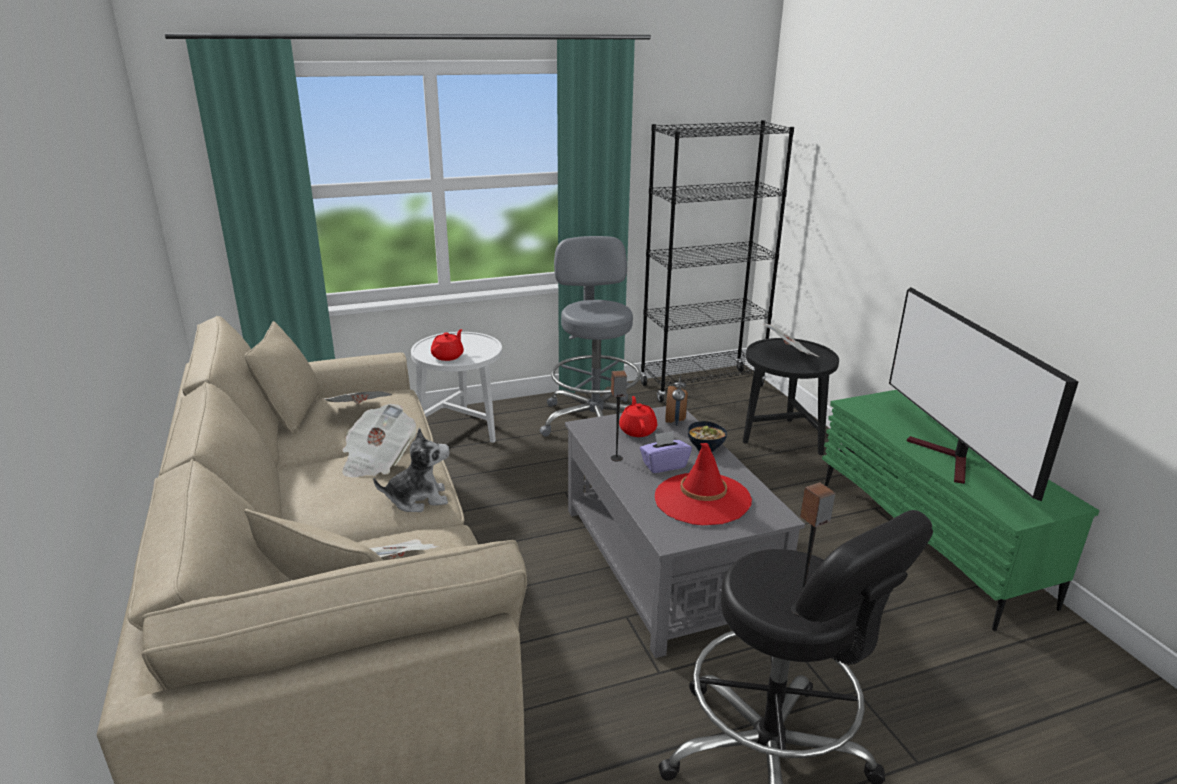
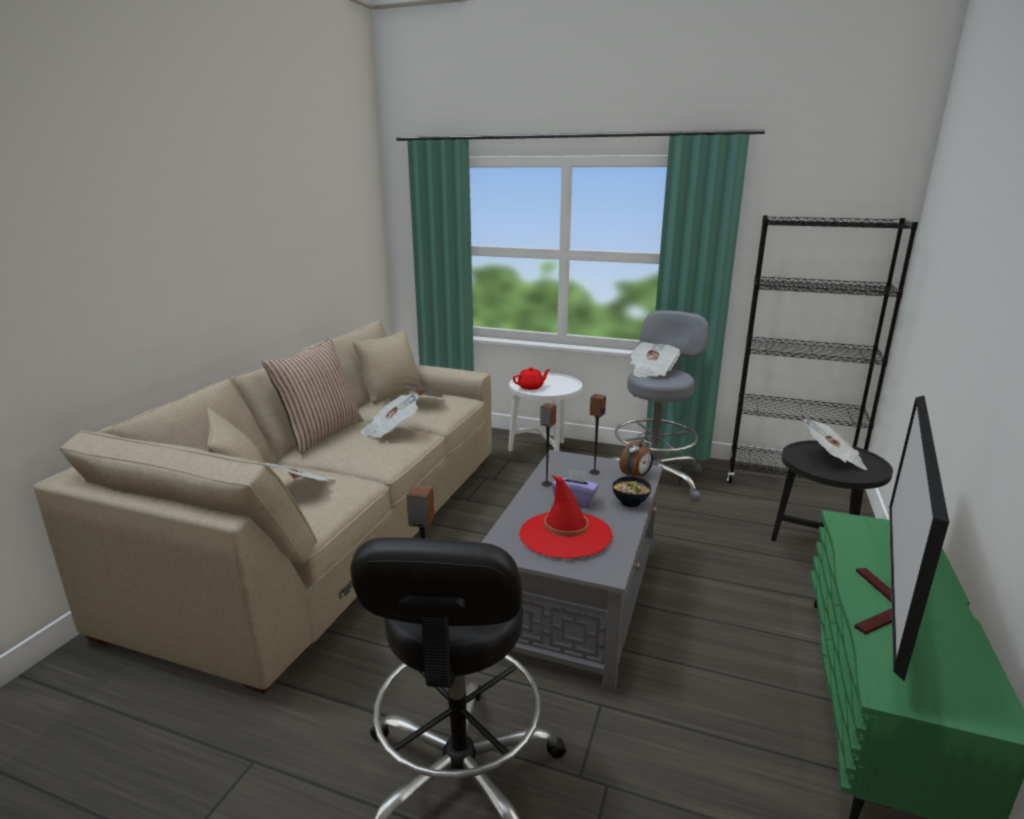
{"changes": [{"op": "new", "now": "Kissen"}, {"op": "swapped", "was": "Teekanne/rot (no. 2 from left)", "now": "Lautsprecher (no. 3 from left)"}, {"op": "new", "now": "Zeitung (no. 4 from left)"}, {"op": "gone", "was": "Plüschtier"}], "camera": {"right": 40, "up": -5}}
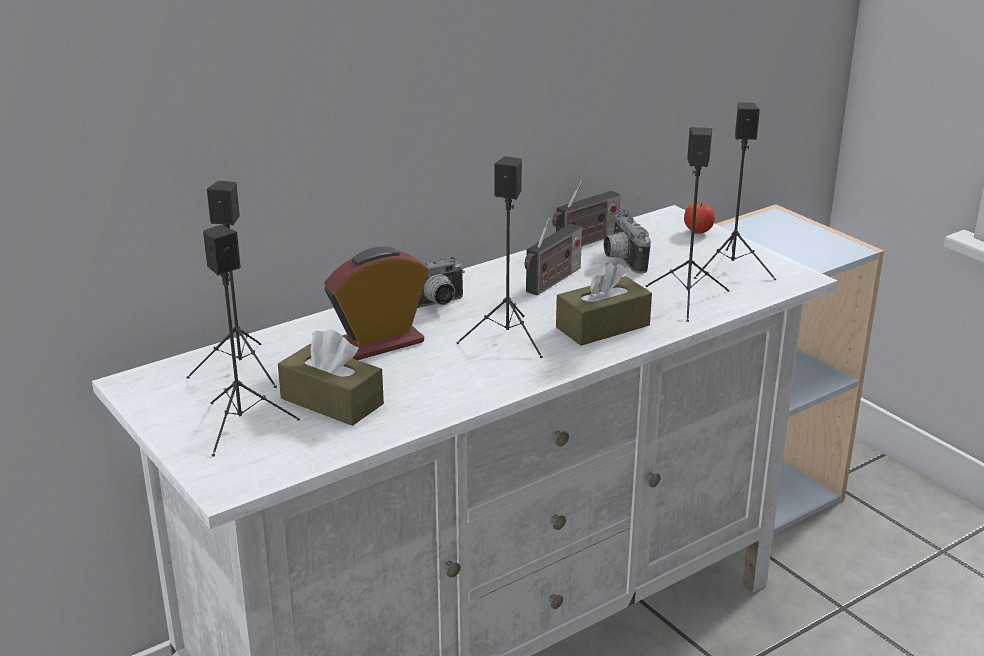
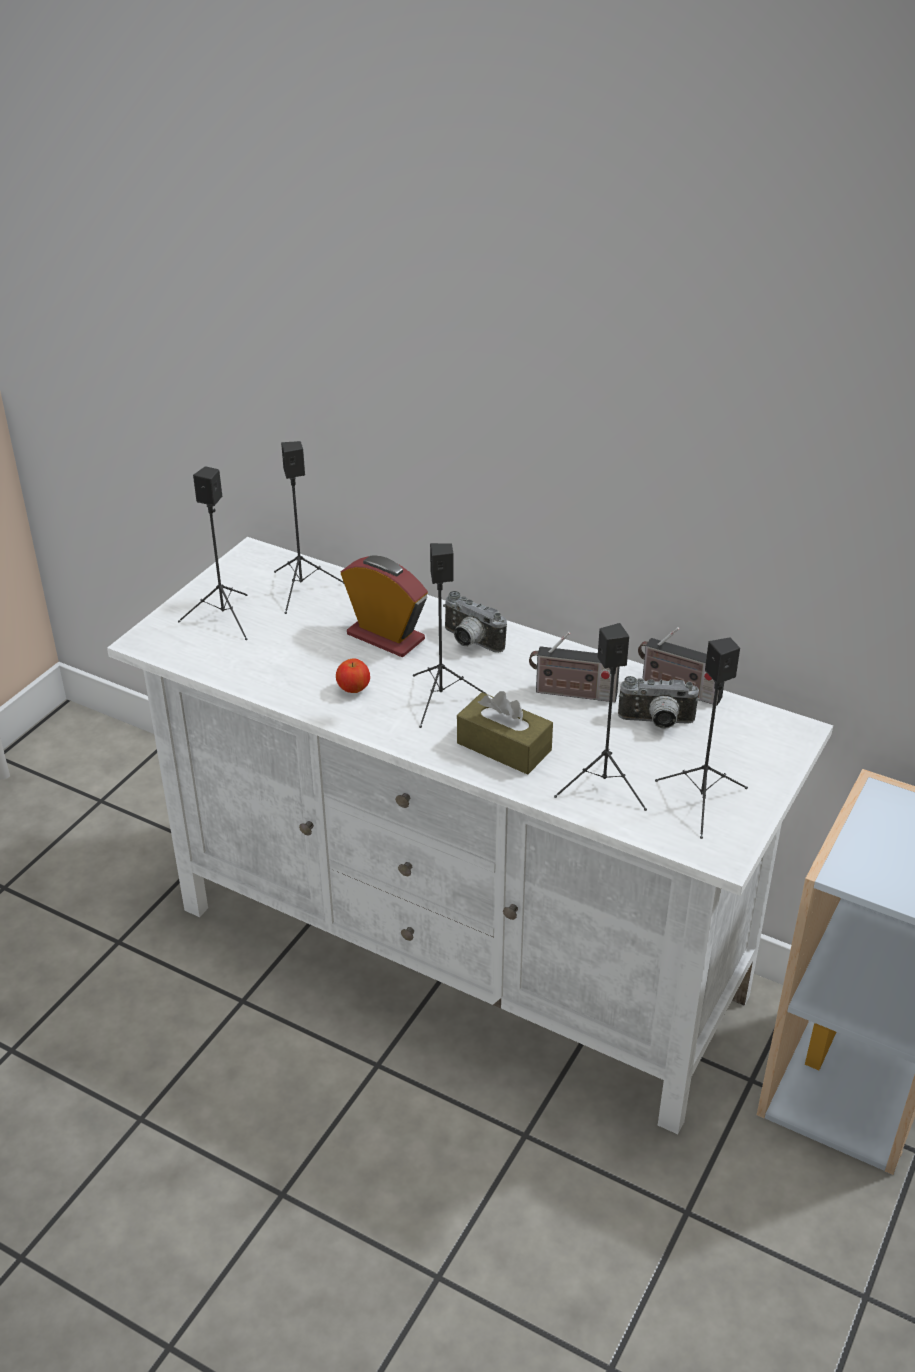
{"changes": [{"op": "shifted", "was": "Apfel"}, {"op": "rotated", "was": "Kamera (no. 2 from left)", "clockwise": -135}, {"op": "gone", "was": "Taschentuchbox/braun (no. 1 from left)"}], "camera": {"right": 65, "up": 10}}
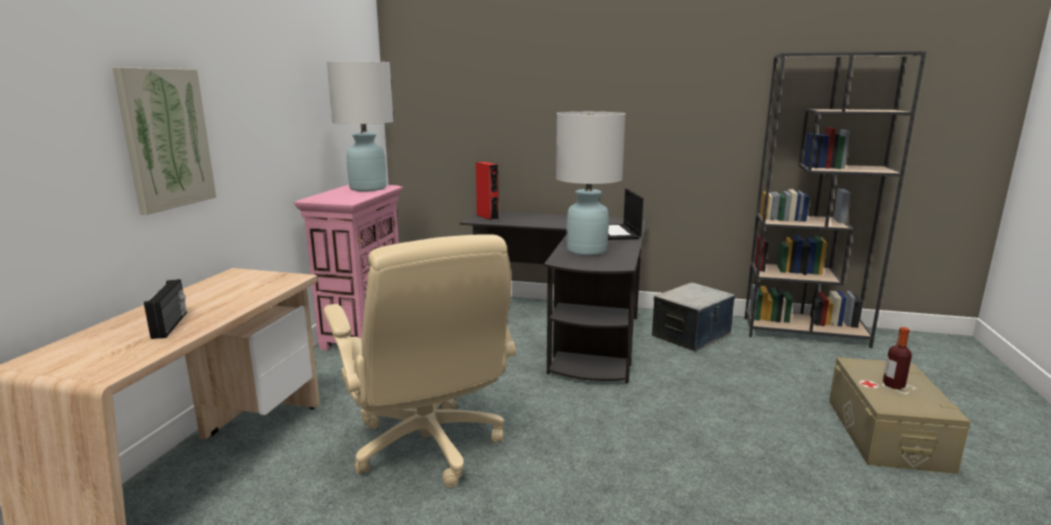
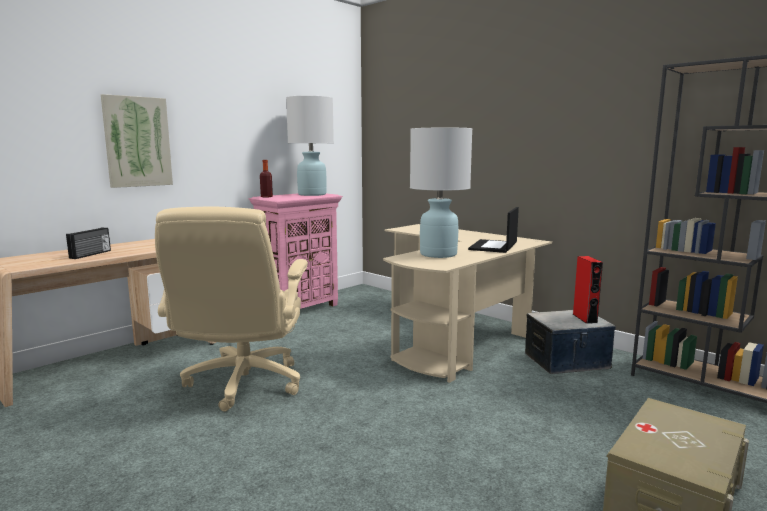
{"changes": [{"op": "shifted", "was": "Flasche"}, {"op": "repainted", "was": "Schreibtisch/schwarz", "now": "Schreibtisch/beige (no. 2 from left)"}, {"op": "shifted", "was": "Lautsprecher/rot"}], "camera": {"right": 30, "up": -5}}
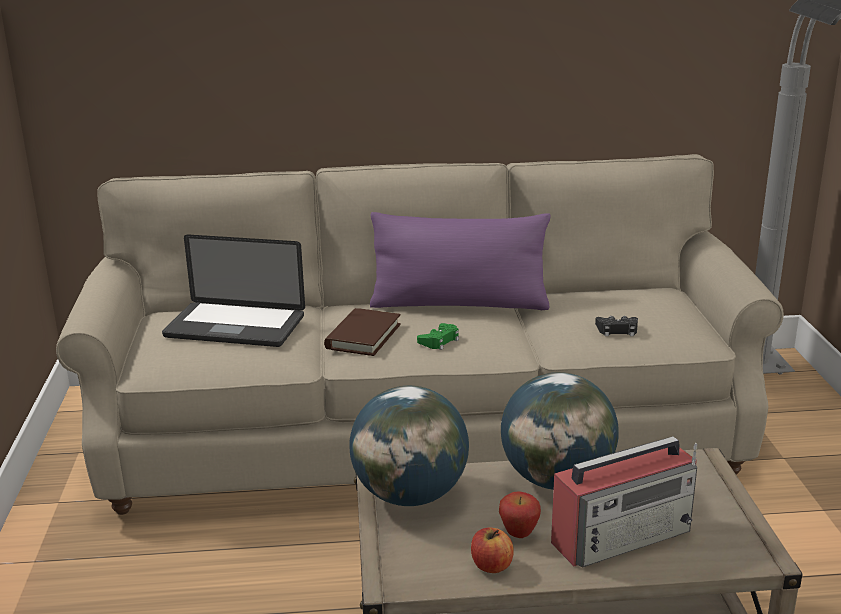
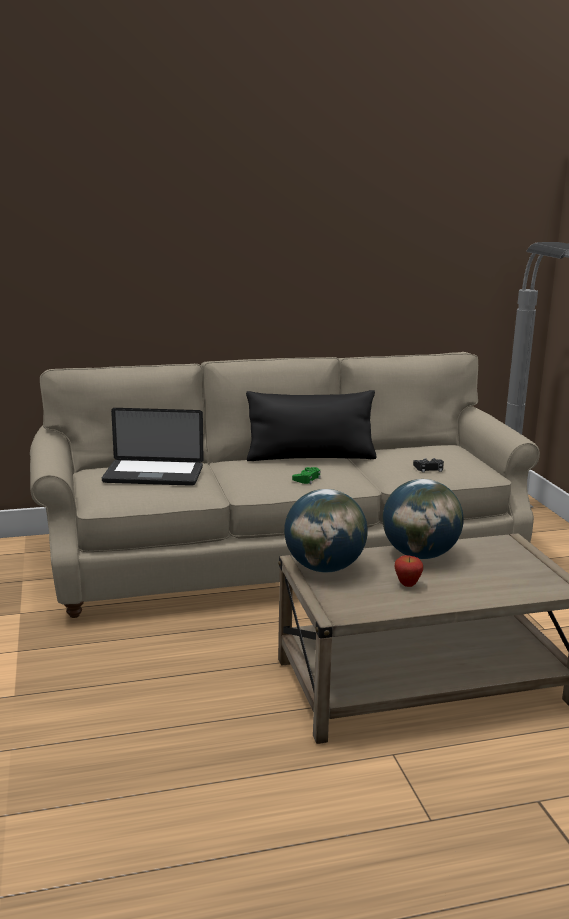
{"changes": [{"op": "repainted", "was": "Kissen/lila", "now": "Kissen/schwarz"}, {"op": "gone", "was": "Buch/braun"}, {"op": "gone", "was": "Apfel (no. 1 from left)"}, {"op": "gone", "was": "Radio"}], "camera": {"right": -10, "up": -5}}
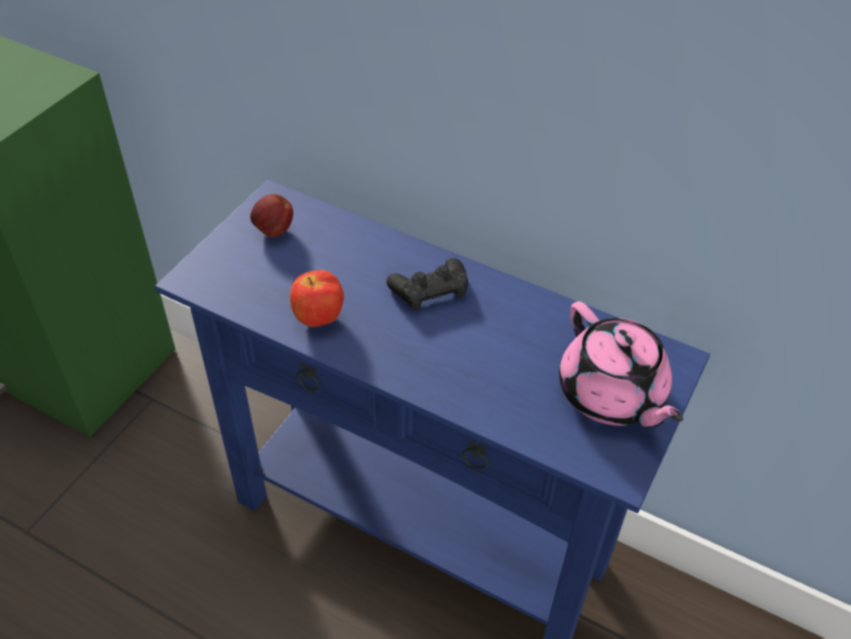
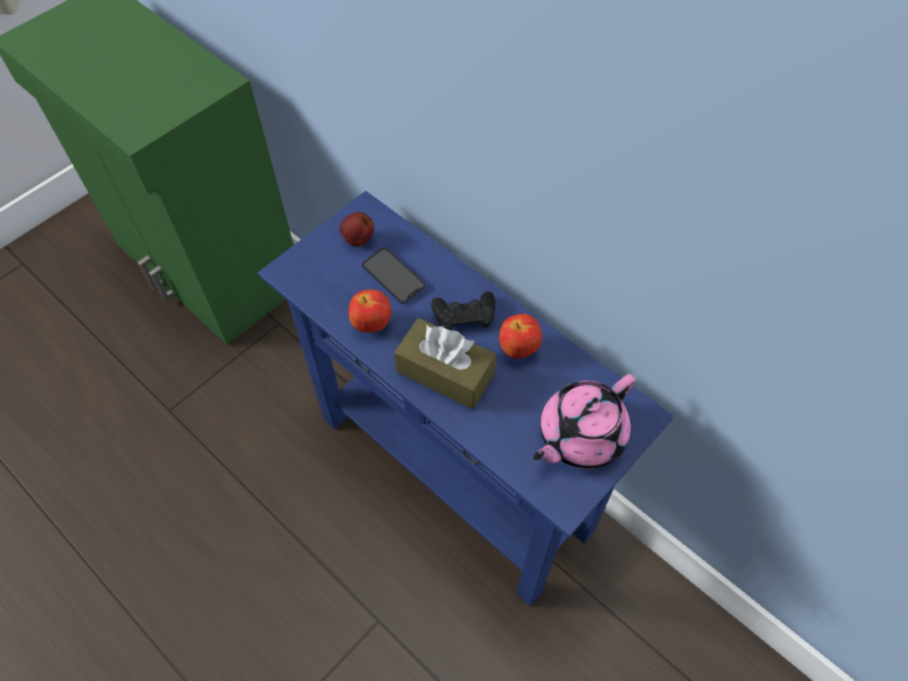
{"changes": [{"op": "new", "now": "Handy"}, {"op": "new", "now": "Taschentuchbox/braun"}, {"op": "new", "now": "Apfel (no. 3 from left)"}, {"op": "rotated", "was": "Teekanne/rosa", "clockwise": 60}], "camera": {"right": 15, "up": 10}}
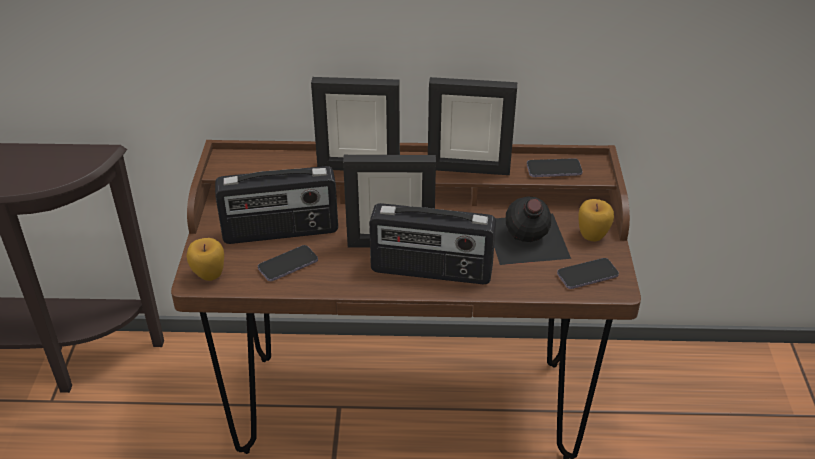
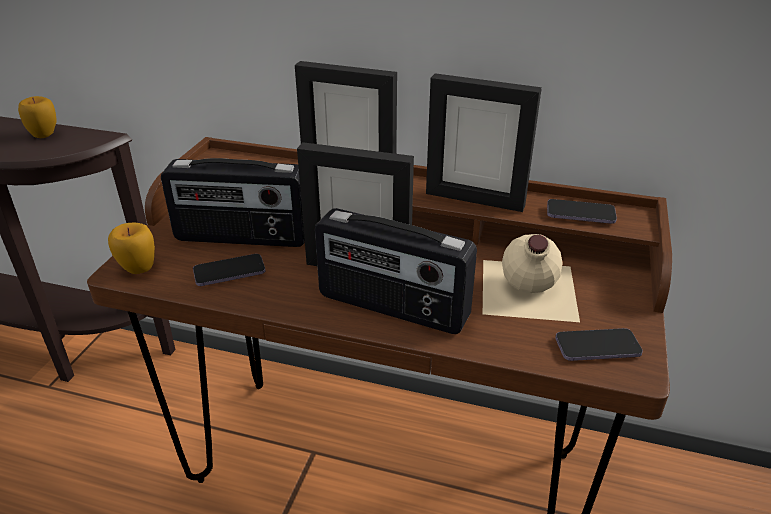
{"changes": [{"op": "shifted", "was": "Apfel (no. 2 from left in the first image)", "now": "Apfel (no. 1 from left)"}, {"op": "repainted", "was": "Flasche/schwarz", "now": "Flasche/beige"}], "camera": {"right": 15, "up": -5}}
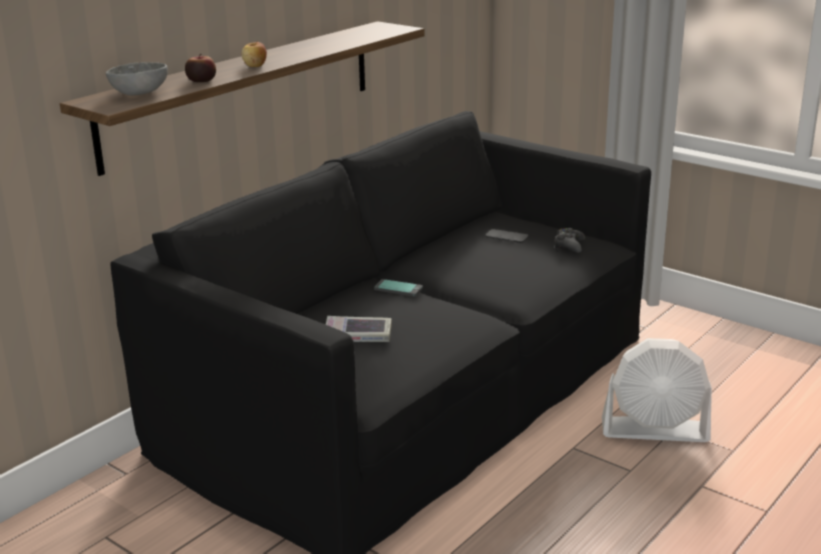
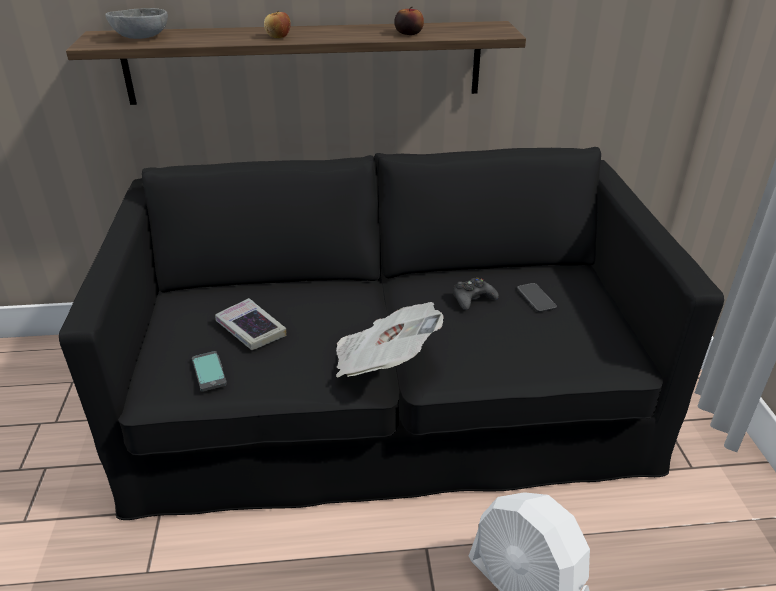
{"changes": [{"op": "shifted", "was": "Handy (no. 1 from left)"}, {"op": "new", "now": "Zeitung"}, {"op": "shifted", "was": "Apfel (no. 1 from left in the first image)", "now": "Apfel (no. 2 from left)"}, {"op": "shifted", "was": "Gamepad/schwarz"}], "camera": {"right": 45, "up": 10}}
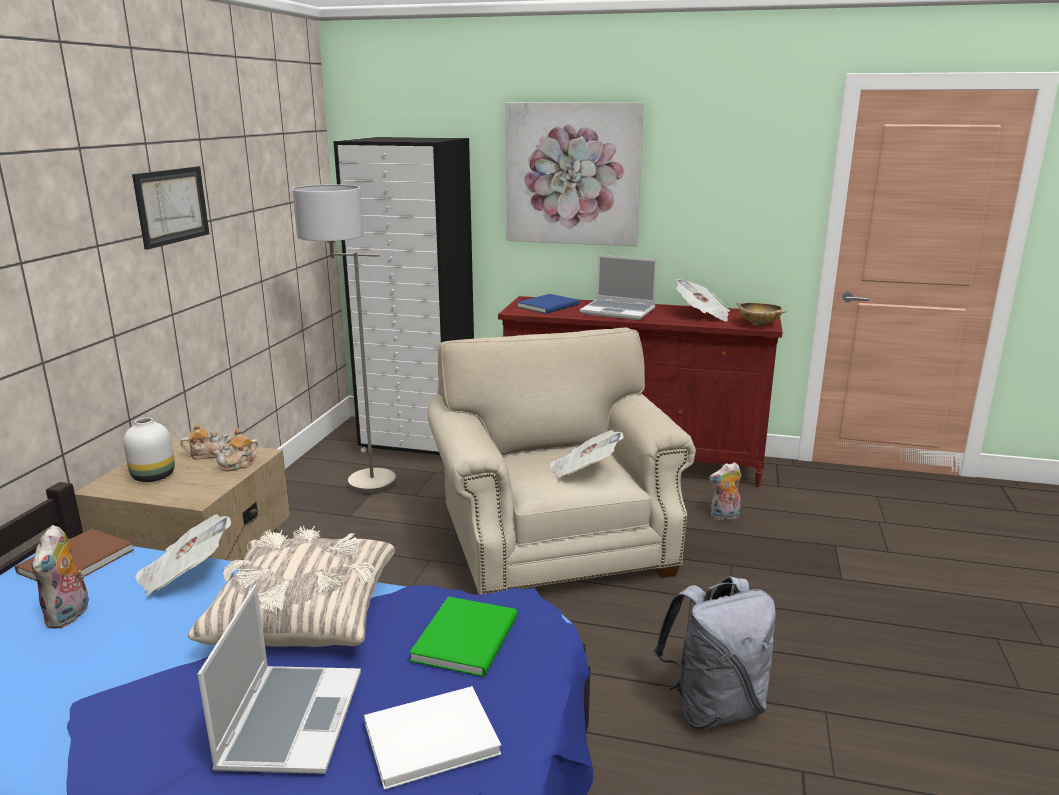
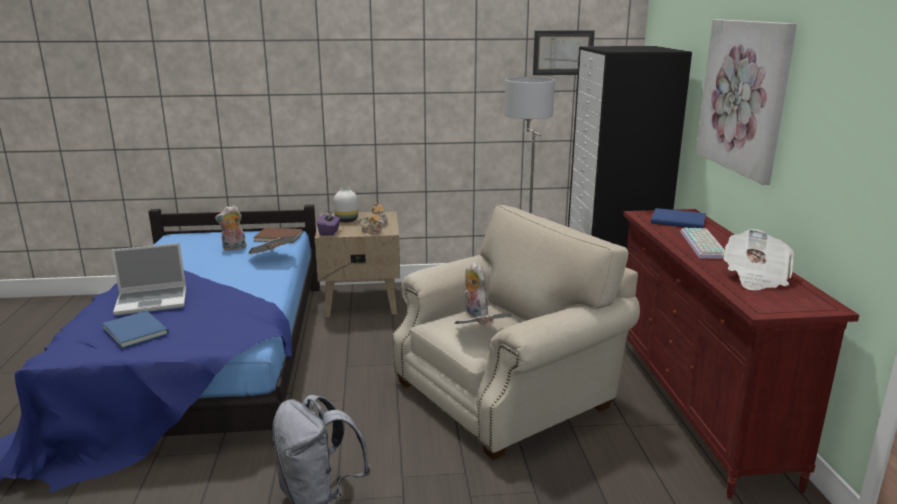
{"changes": [{"op": "repainted", "was": "Buch/weiß", "now": "Buch/blau (no. 1 from left)"}, {"op": "new", "now": "Taschentuchbox/lila"}, {"op": "shifted", "was": "Plüschtier (no. 2 from left)"}, {"op": "shifted", "was": "Bild (no. 1 from left)"}, {"op": "swapped", "was": "Laptop (no. 2 from left)", "now": "Tastatur"}, {"op": "gone", "was": "Kissen/beige"}, {"op": "gone", "was": "Buch/grün"}, {"op": "gone", "was": "Schüssel/beige"}], "camera": {"right": 70, "up": 0}}
